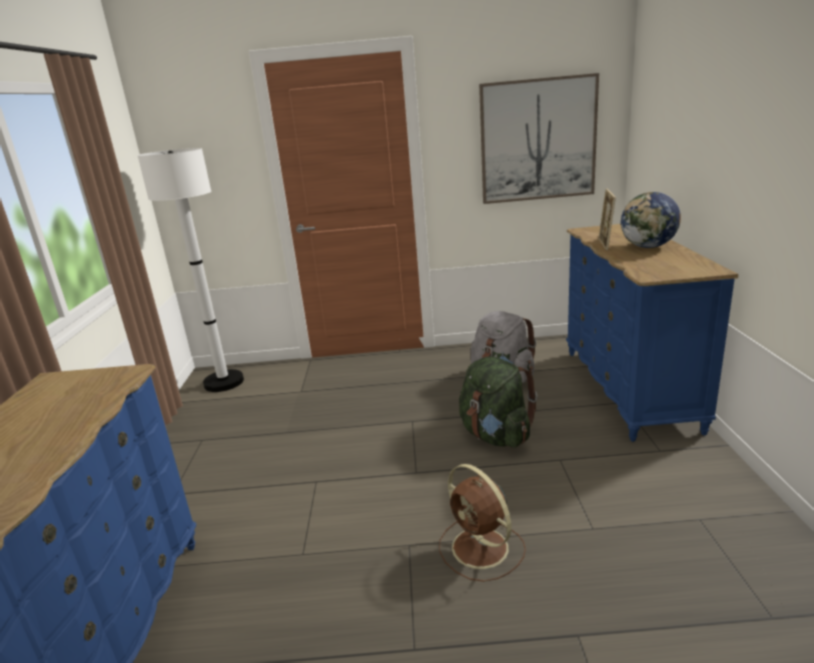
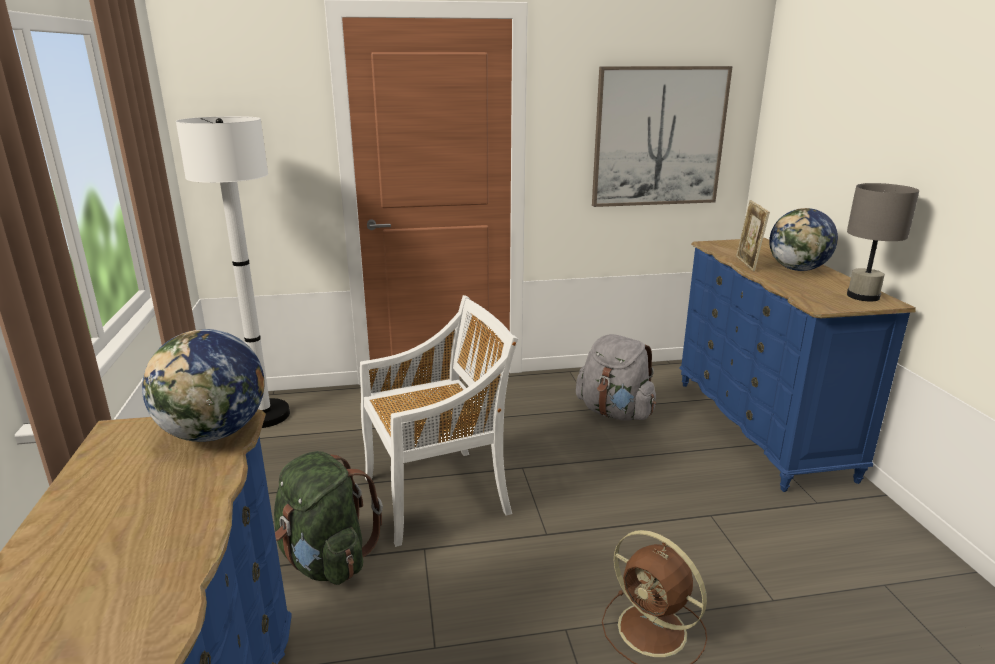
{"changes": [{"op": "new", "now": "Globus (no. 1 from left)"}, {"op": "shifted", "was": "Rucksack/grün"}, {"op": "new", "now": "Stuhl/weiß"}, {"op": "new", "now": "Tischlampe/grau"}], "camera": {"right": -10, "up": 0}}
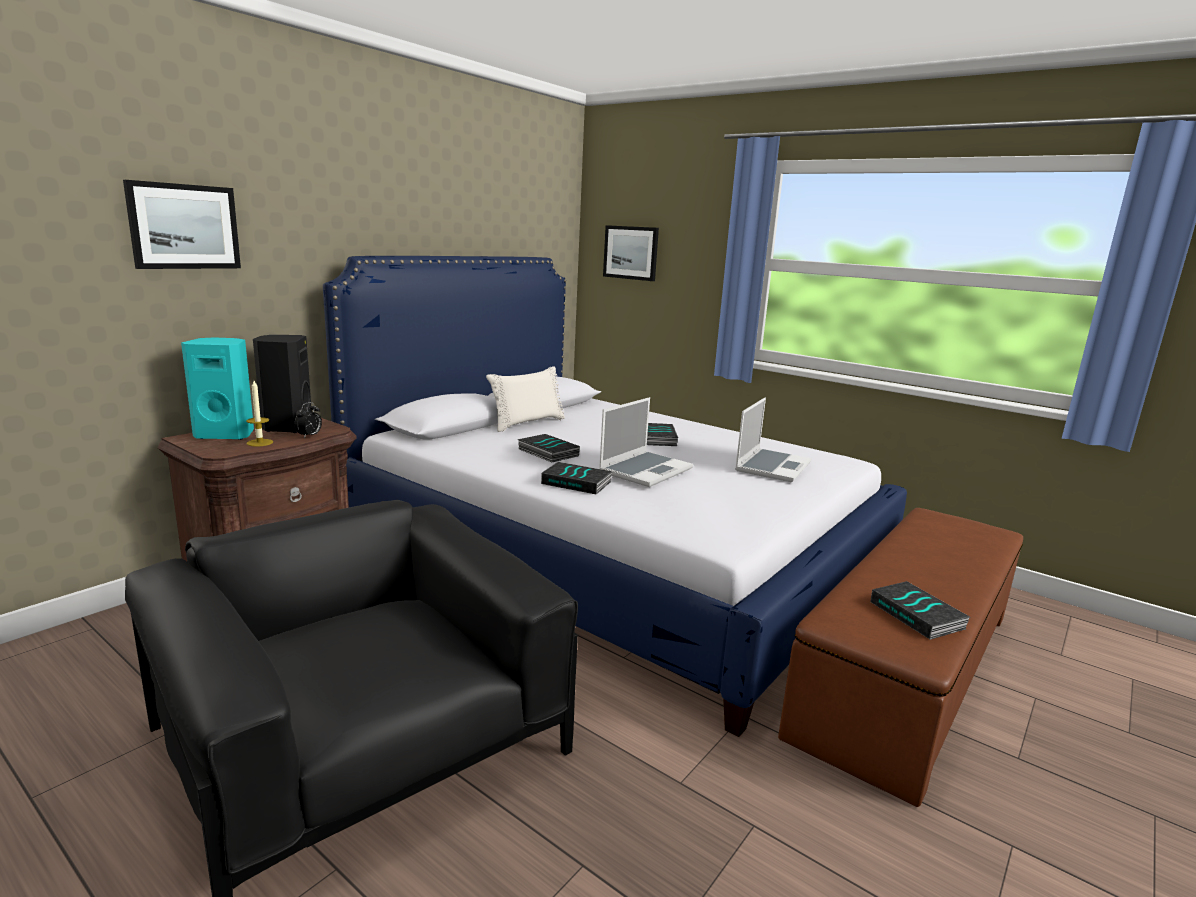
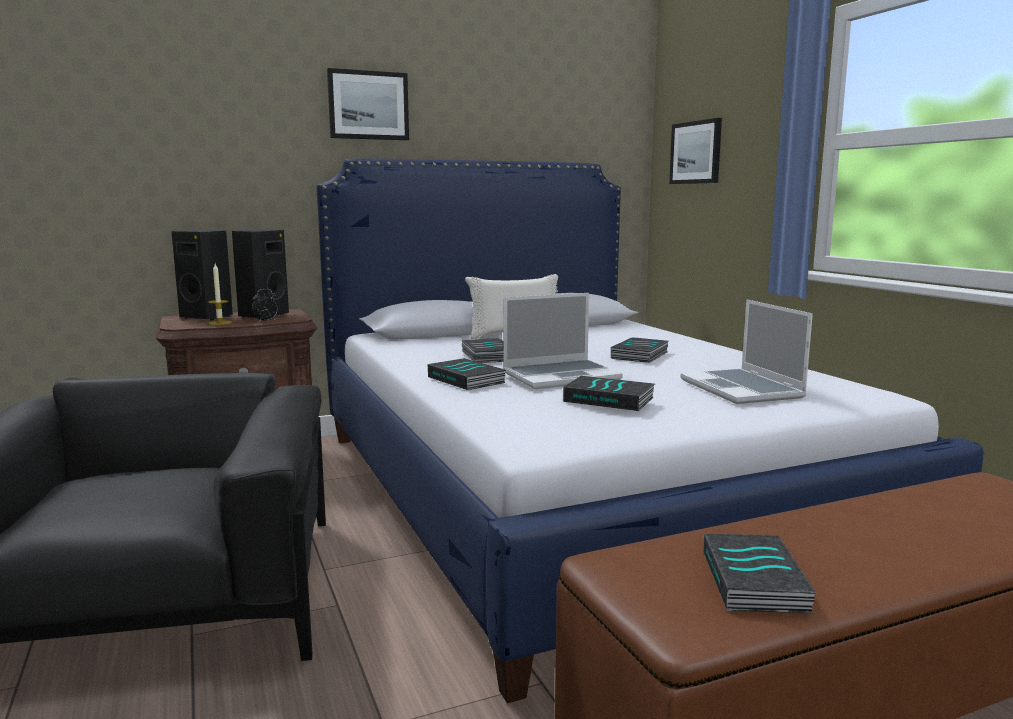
{"changes": [{"op": "repainted", "was": "Lautsprecher/türkis", "now": "Lautsprecher/schwarz (no. 1 from left)"}, {"op": "shifted", "was": "Bild (no. 1 from left)"}, {"op": "new", "now": "Buch (no. 3 from left)"}, {"op": "rotated", "was": "Laptop (no. 2 from left)", "clockwise": 105}], "camera": {"right": 30, "up": -5}}
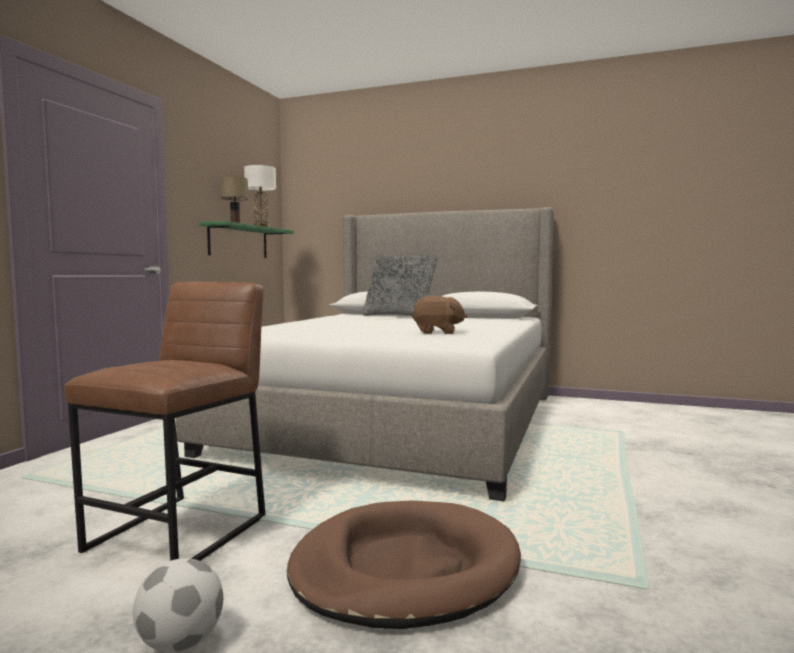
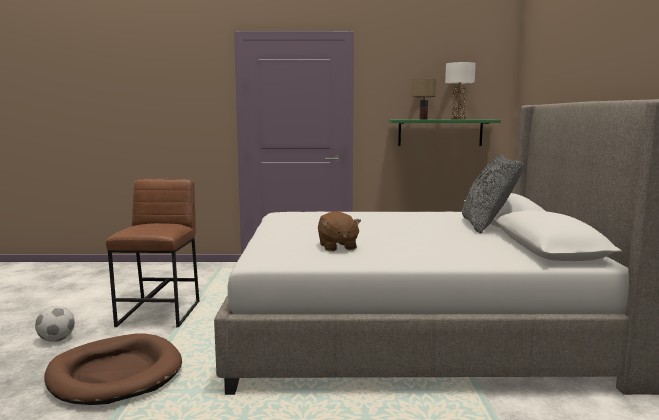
{"changes": [{"op": "rotated", "was": "Stuhl/braun", "clockwise": -90}], "camera": {"right": 70, "up": 5}}
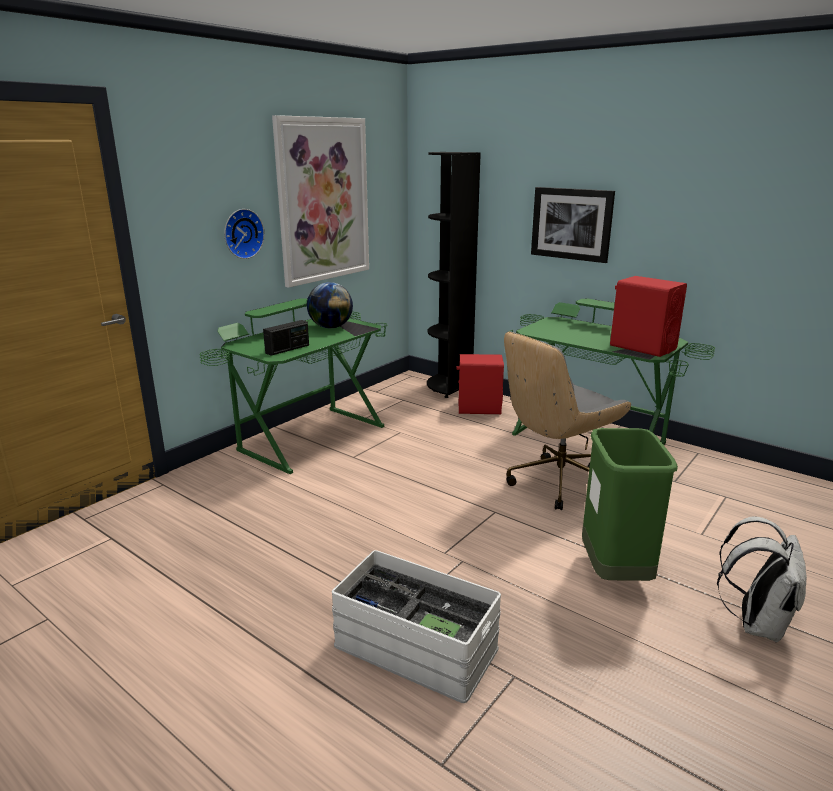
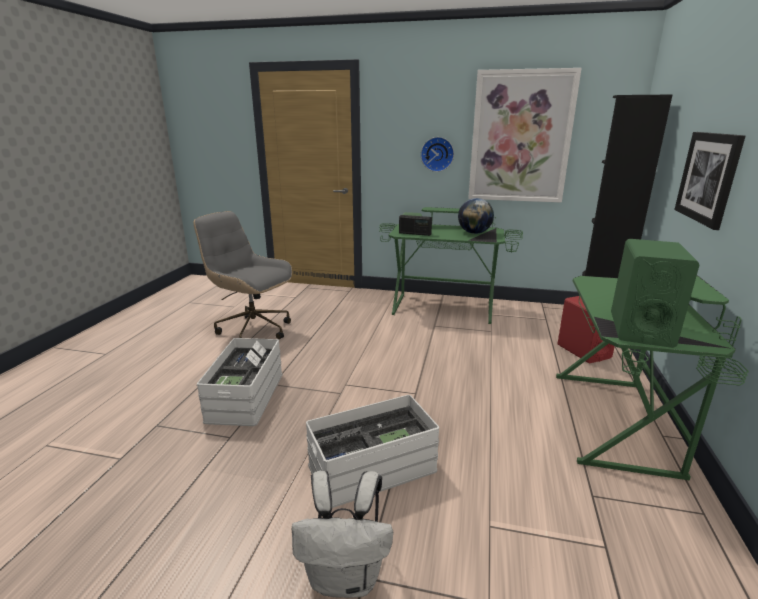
{"changes": [{"op": "shifted", "was": "Bürostuhl/grau"}, {"op": "swapped", "was": "Mülleimer/grün", "now": "Aufbewahrungsbox/weiß (no. 2 from left)"}, {"op": "repainted", "was": "Lautsprecher/rot (no. 2 from left)", "now": "Lautsprecher/grün"}], "camera": {"right": 65, "up": 0}}
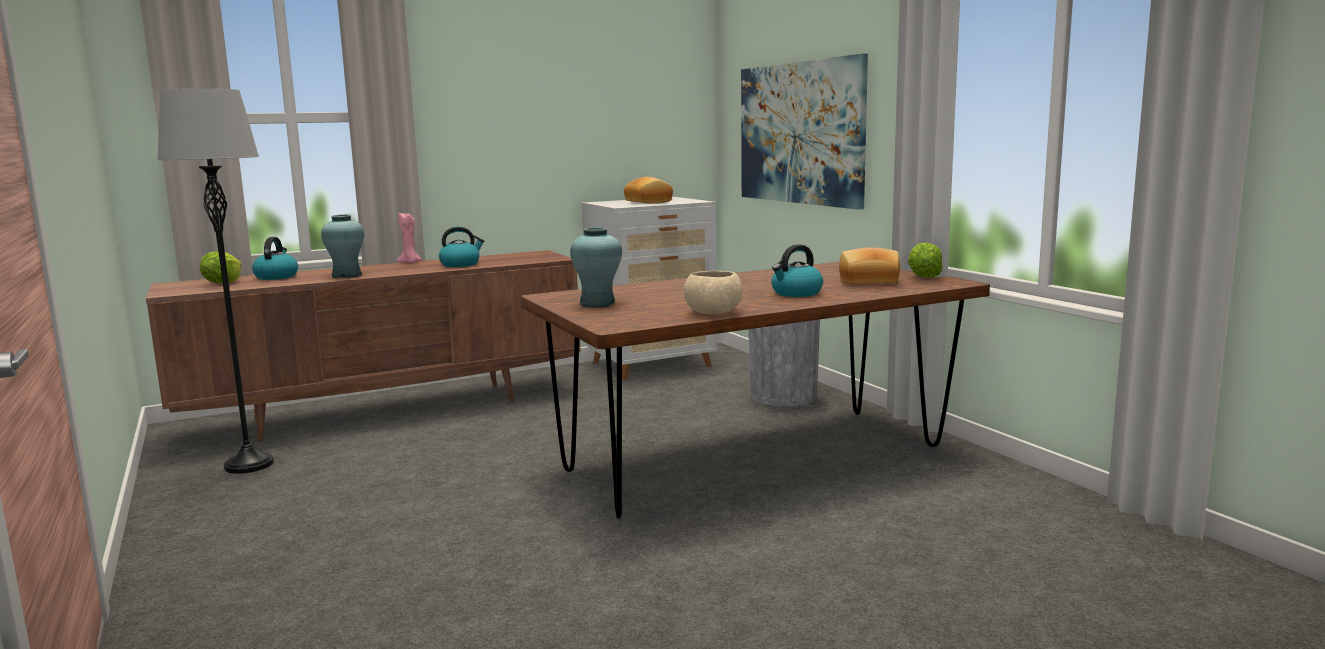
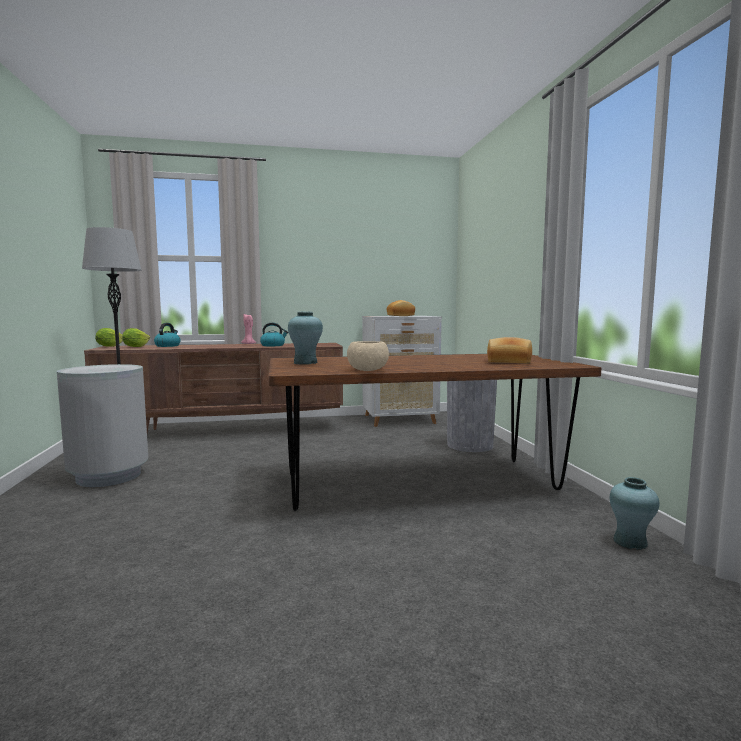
{"changes": [{"op": "new", "now": "Mülleimer/grau (no. 1 from left)"}, {"op": "shifted", "was": "Salatkopf (no. 2 from left in the first image)", "now": "Salatkopf (no. 1 from left)"}, {"op": "shifted", "was": "Vase/türkis (no. 1 from left in the first image)", "now": "Vase/türkis (no. 2 from left)"}, {"op": "gone", "was": "Bild"}, {"op": "gone", "was": "Wasserkessel (no. 3 from left)"}], "camera": {"right": 15, "up": -5}}
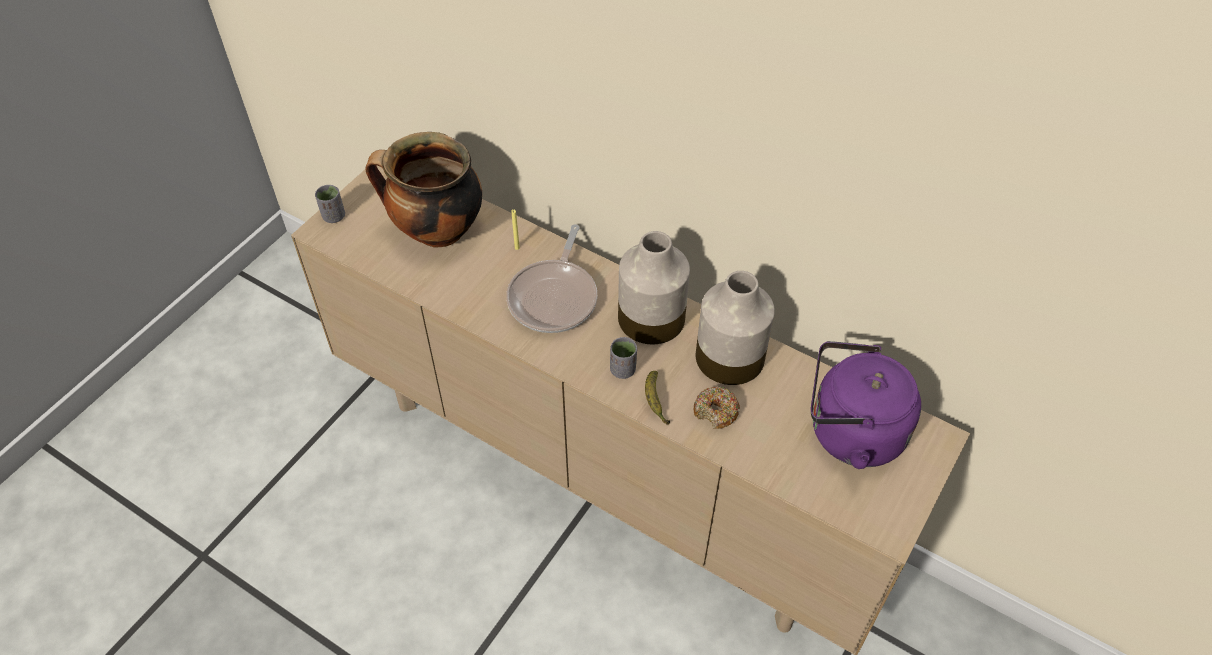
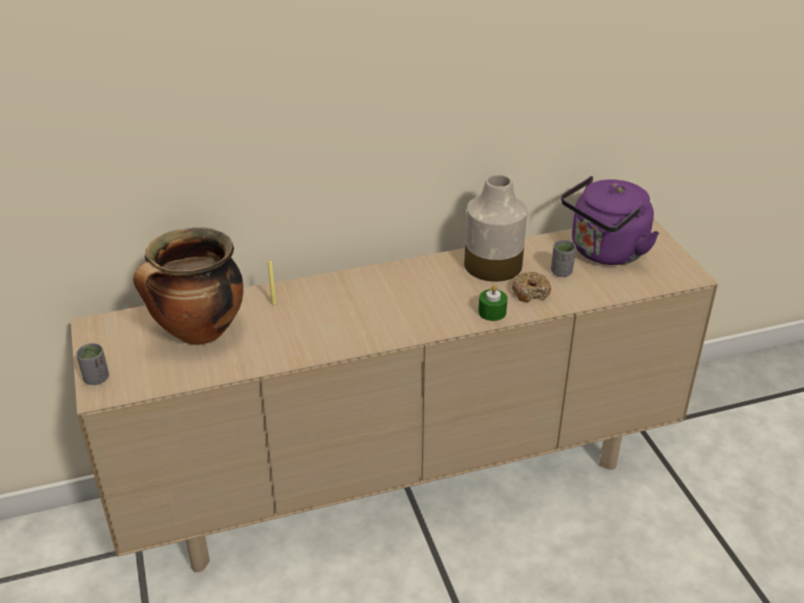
{"changes": [{"op": "swapped", "was": "Banane", "now": "Kerze/grün"}, {"op": "shifted", "was": "Tasse/grau (no. 2 from left)"}, {"op": "gone", "was": "Pfanne"}, {"op": "gone", "was": "Vase/beige (no. 1 from left)"}], "camera": {"right": -50, "up": -15}}
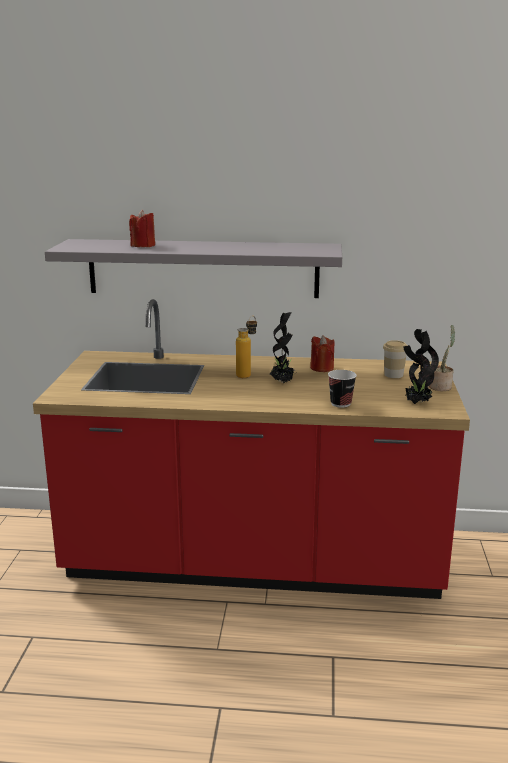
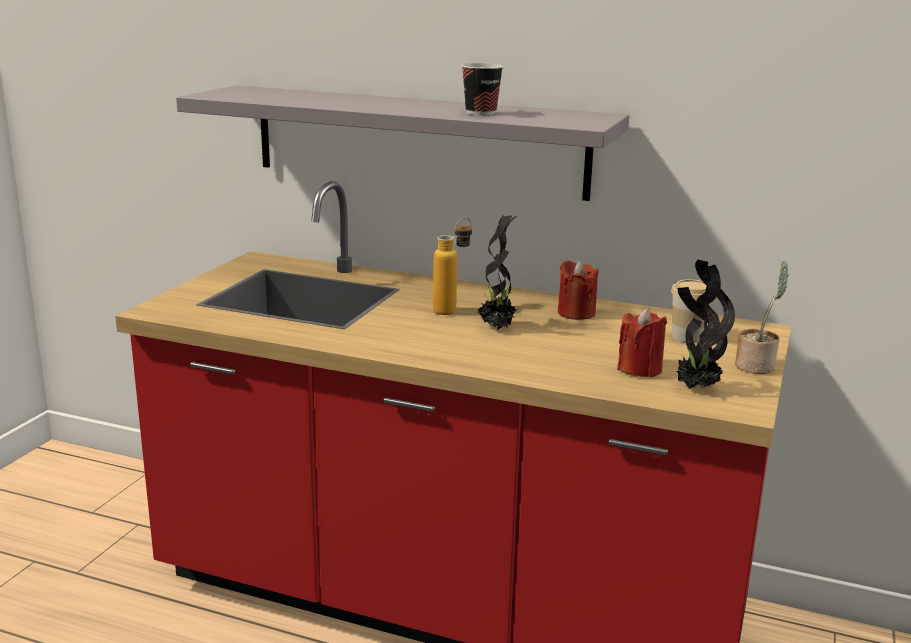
{"changes": [{"op": "shifted", "was": "Tasse (no. 1 from left)"}, {"op": "shifted", "was": "Kerze/rot (no. 1 from left in the first image)", "now": "Kerze/rot (no. 2 from left)"}], "camera": {"right": 15, "up": 0}}
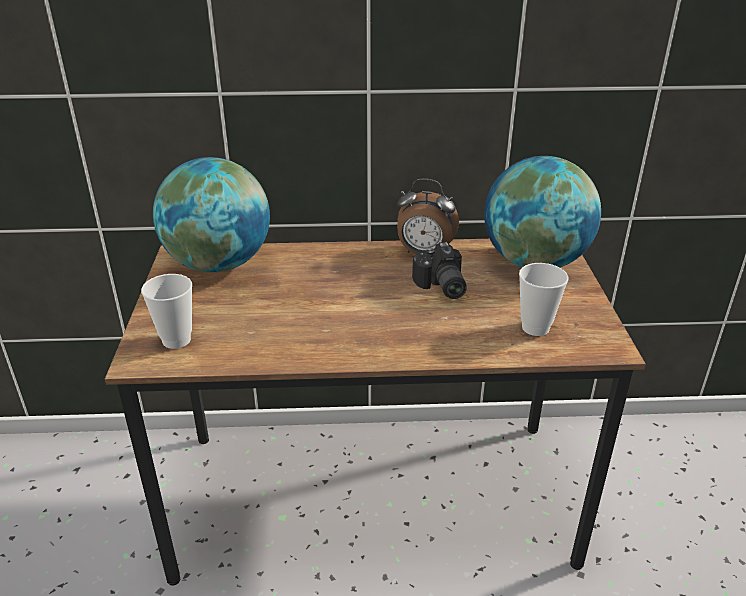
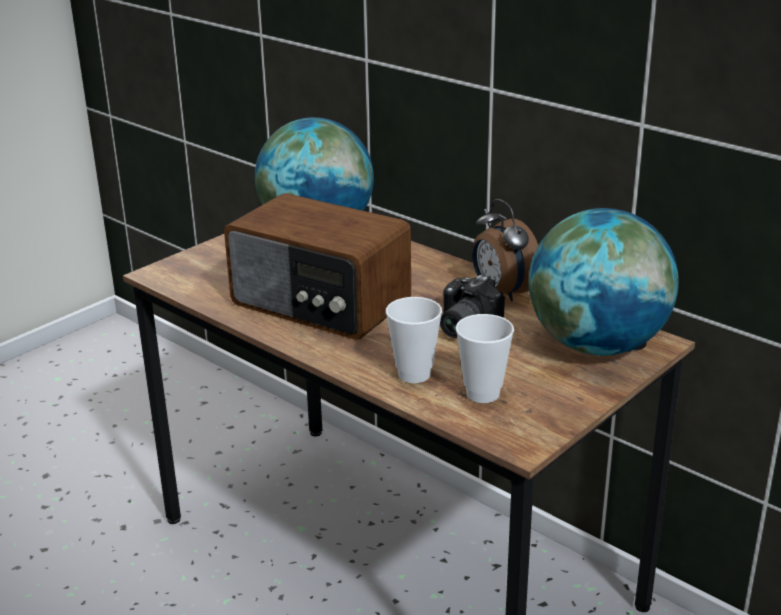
{"changes": [{"op": "new", "now": "Radio"}, {"op": "shifted", "was": "Tasse (no. 1 from left)"}], "camera": {"right": 45, "up": -5}}
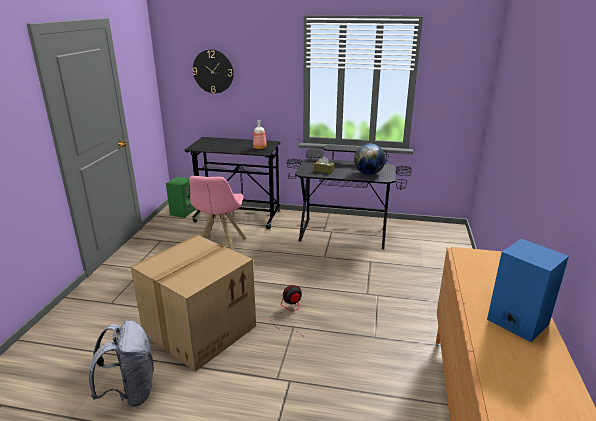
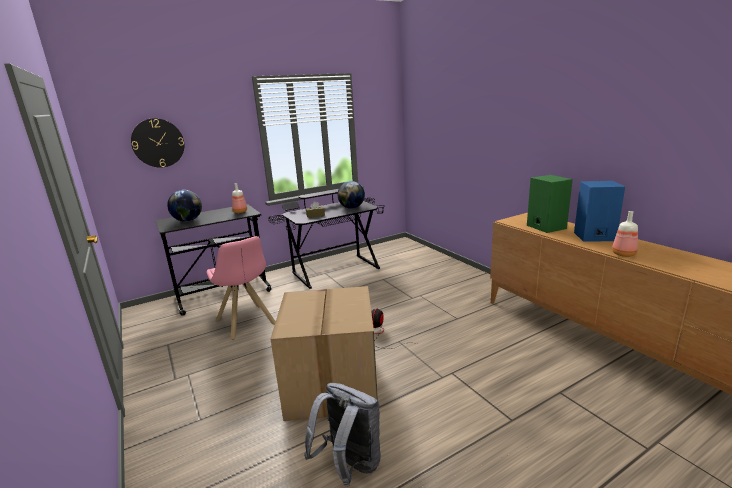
{"changes": [{"op": "new", "now": "Globus (no. 1 from left)"}, {"op": "shifted", "was": "Lautsprecher/grün"}, {"op": "new", "now": "Flasche (no. 2 from left)"}], "camera": {"right": -40, "up": -5}}
